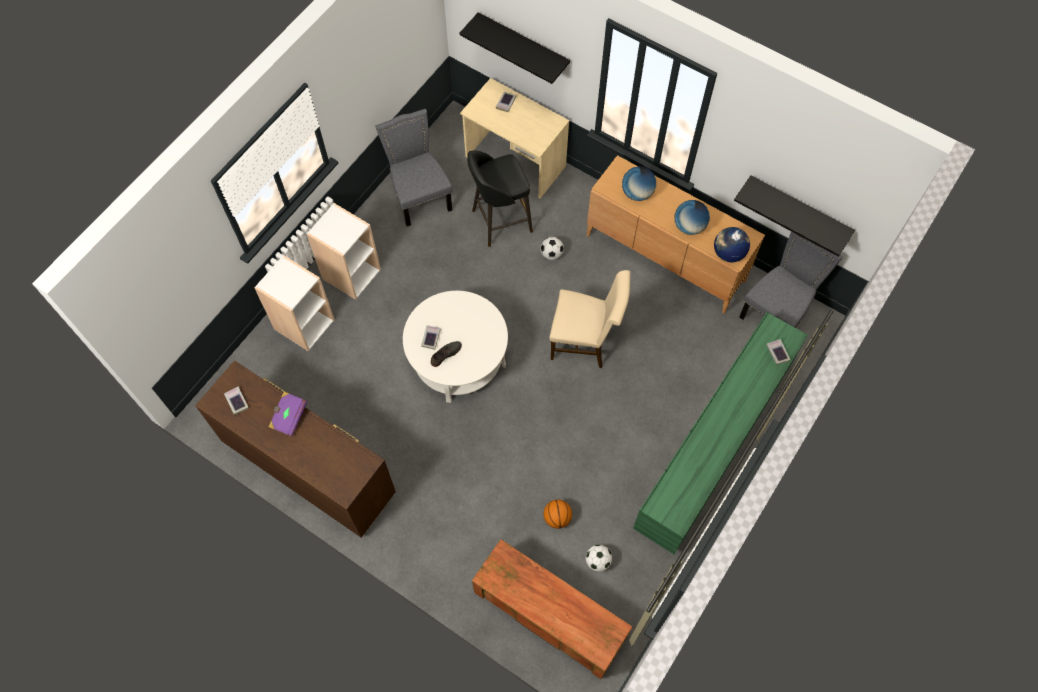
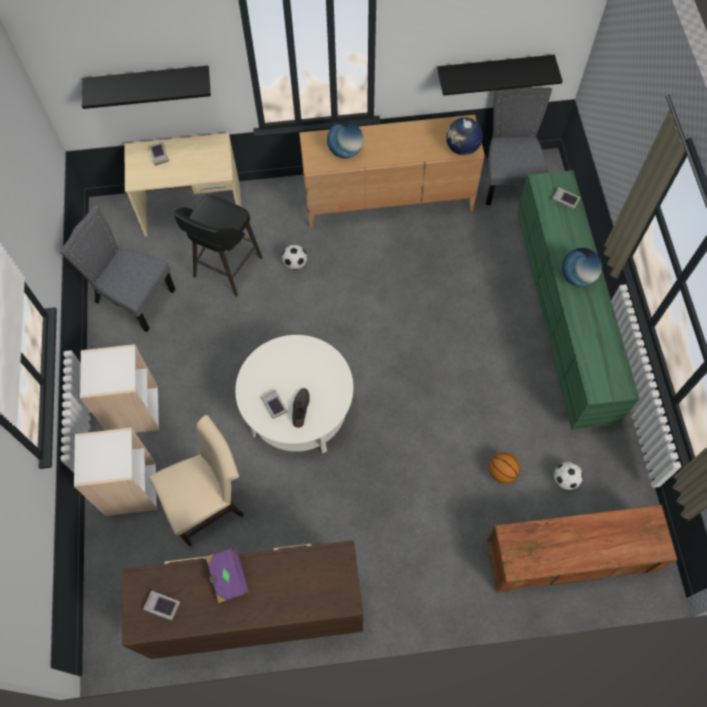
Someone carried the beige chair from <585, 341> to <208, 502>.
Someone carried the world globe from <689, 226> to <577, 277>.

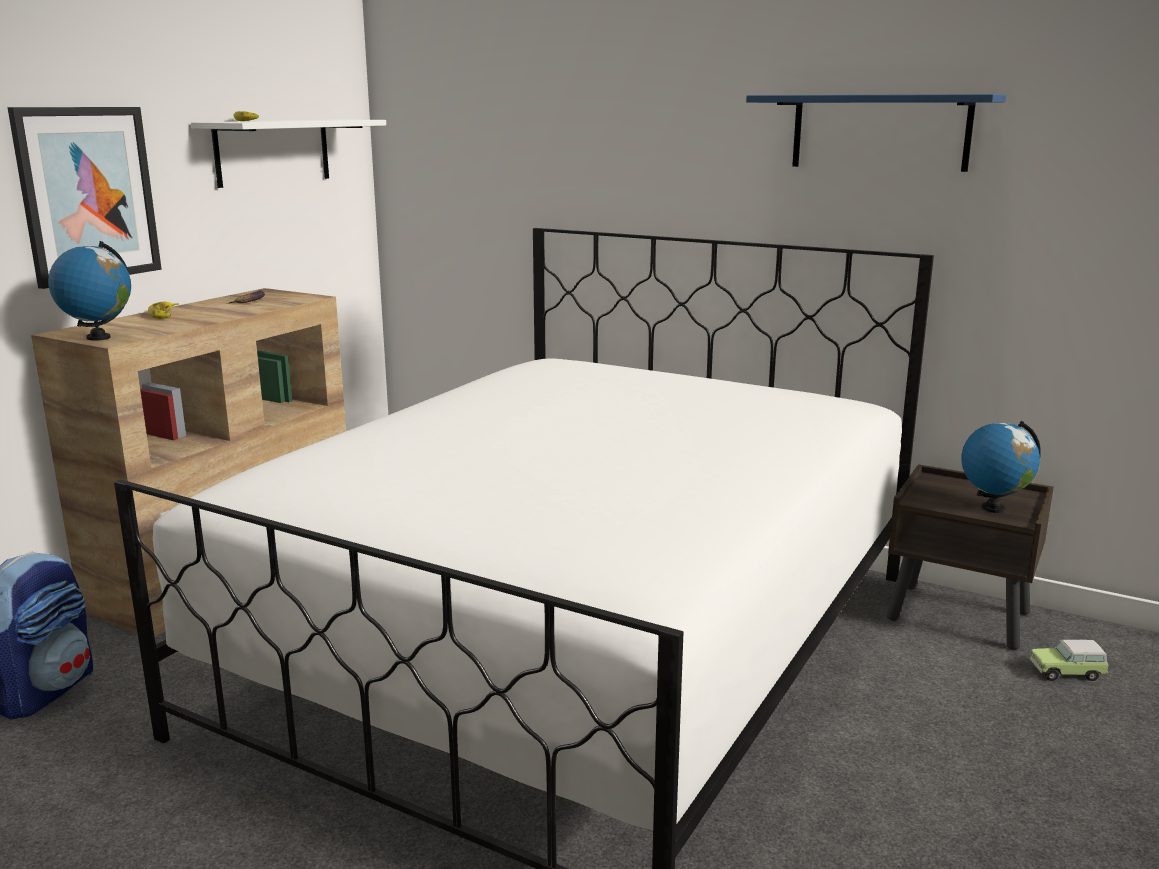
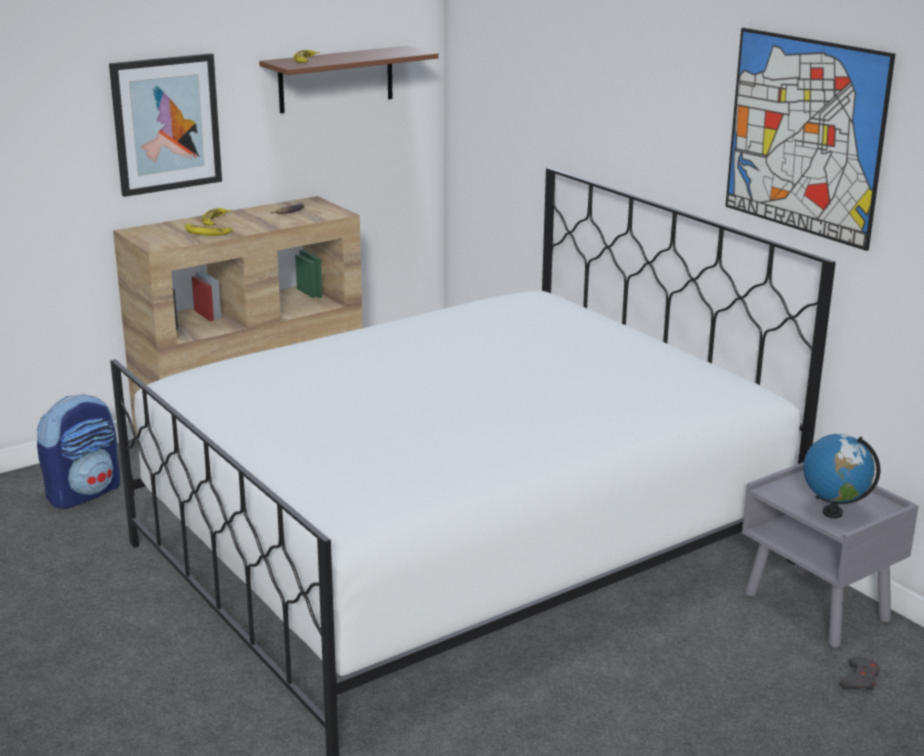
Someone put down the whole banana at <207, 233>.
Someone repainted the white-coloured wall shelf at <273, 152>, which became the brown-coloured wall shelf at <336, 79>.
Someone swapped the blue wall shelf at <880, 132> for the wall picture at <804, 136>.
Someone repainted the brown-coloured nightstand at <960, 616>, which became the gray nightstand at <818, 608>.
Someone swapped the model car at <1069, 673> for the gray game controller at <859, 679>.
Someone took away the world globe at <98, 338>.

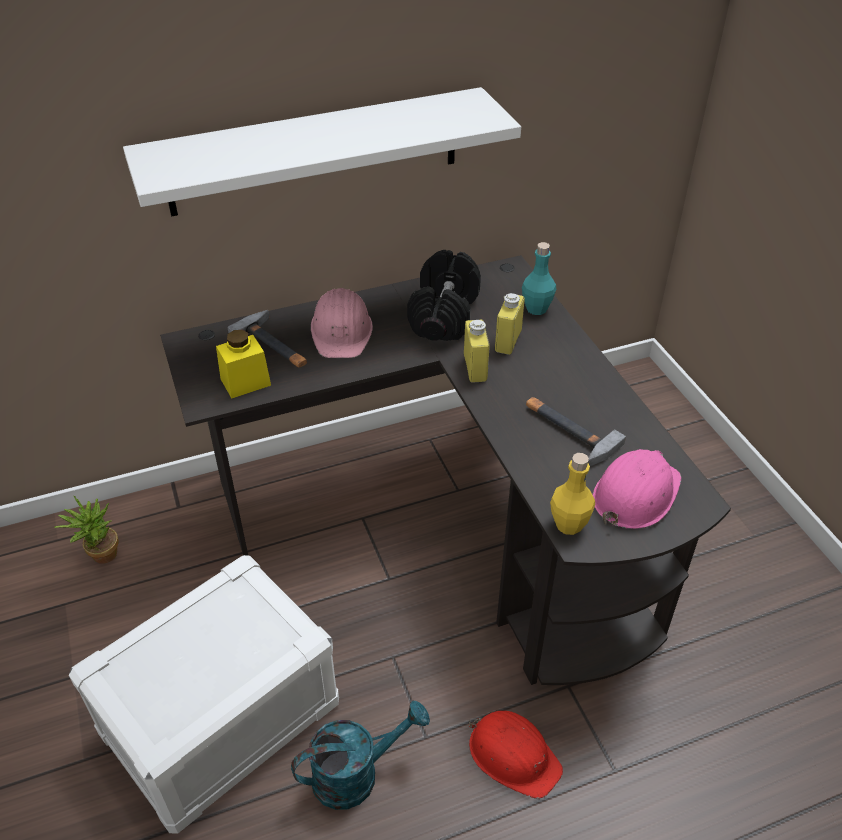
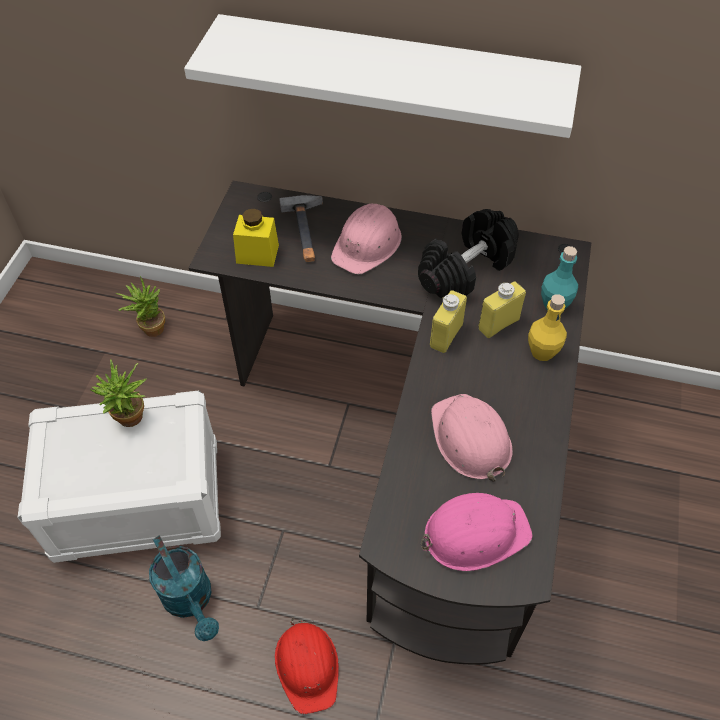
Someone put down the potted plant at <131, 421>.
Someone rotated the turquoise watering can at <356, 773> by 45 degrees clockwise.
Someone swapped the hand hammer at <566, 431> for the pink safety helmet at <470, 439>.
Someone carried the yellow bottle from <569, 524> to <542, 352>.

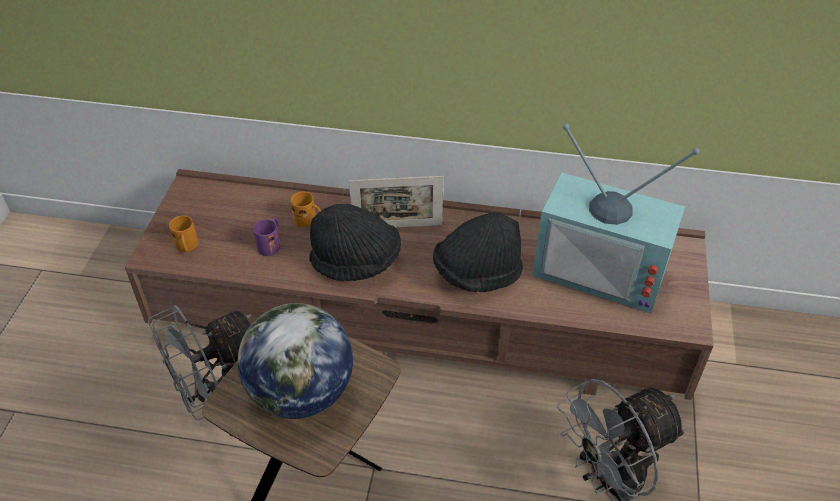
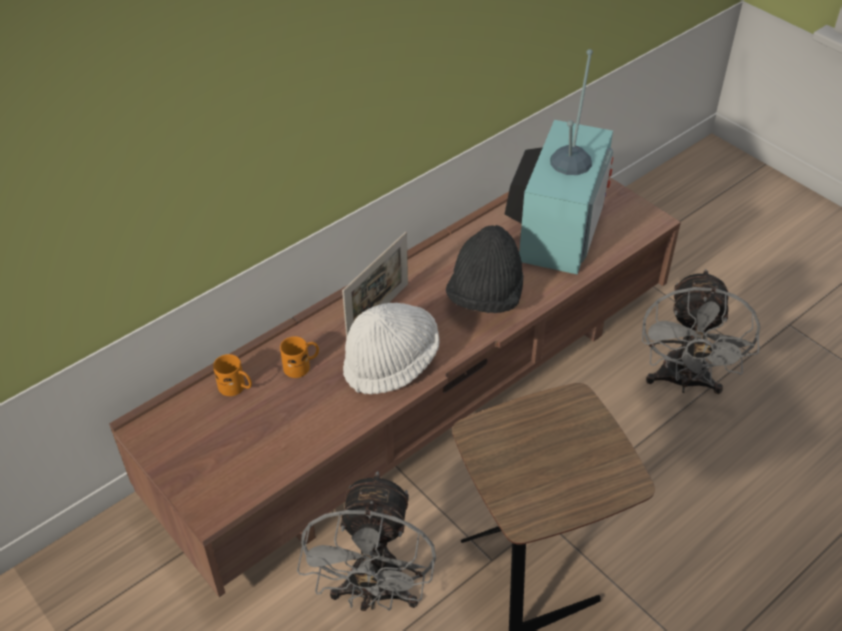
Someone carried the orange mug from <187, 247> to <236, 387>.
Someone repainted the black-coloured hat at <356, 262>, which became the white-coloured hat at <391, 363>.
Someone rotated the television at <602, 269> by 45 degrees counterclockwise.
Someone took away the world globe at <301, 393>.
Someone took away the purplish mug at <271, 244>.

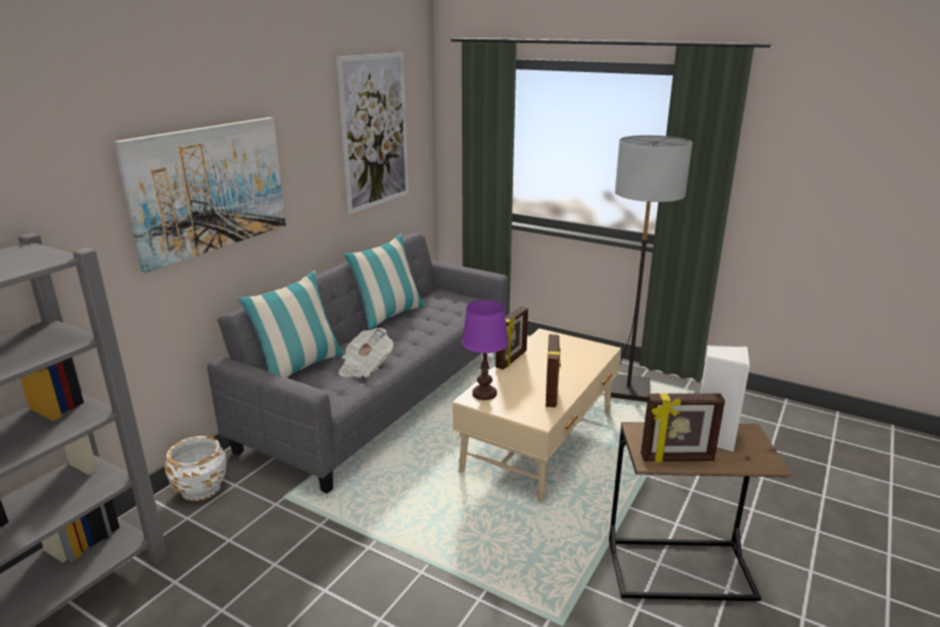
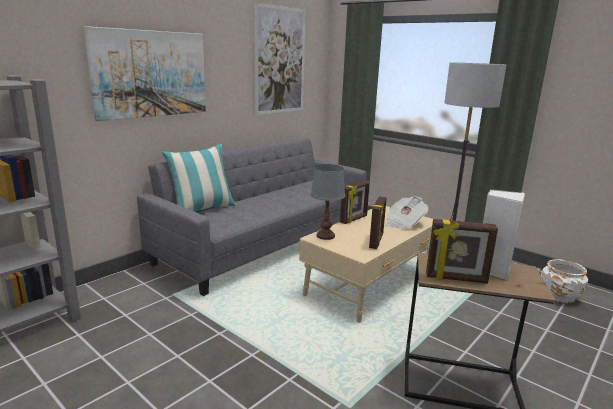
Someone repainted the purplish tabletop lamp at <485, 393>, which became the gray tabletop lamp at <326, 236>.
Someone carried the newspaper from <365, 367> to <404, 223>.
Someone carried the white-coloured plant pot from <201, 488> to <559, 296>.
Someone took away the cushion at <389, 315>.

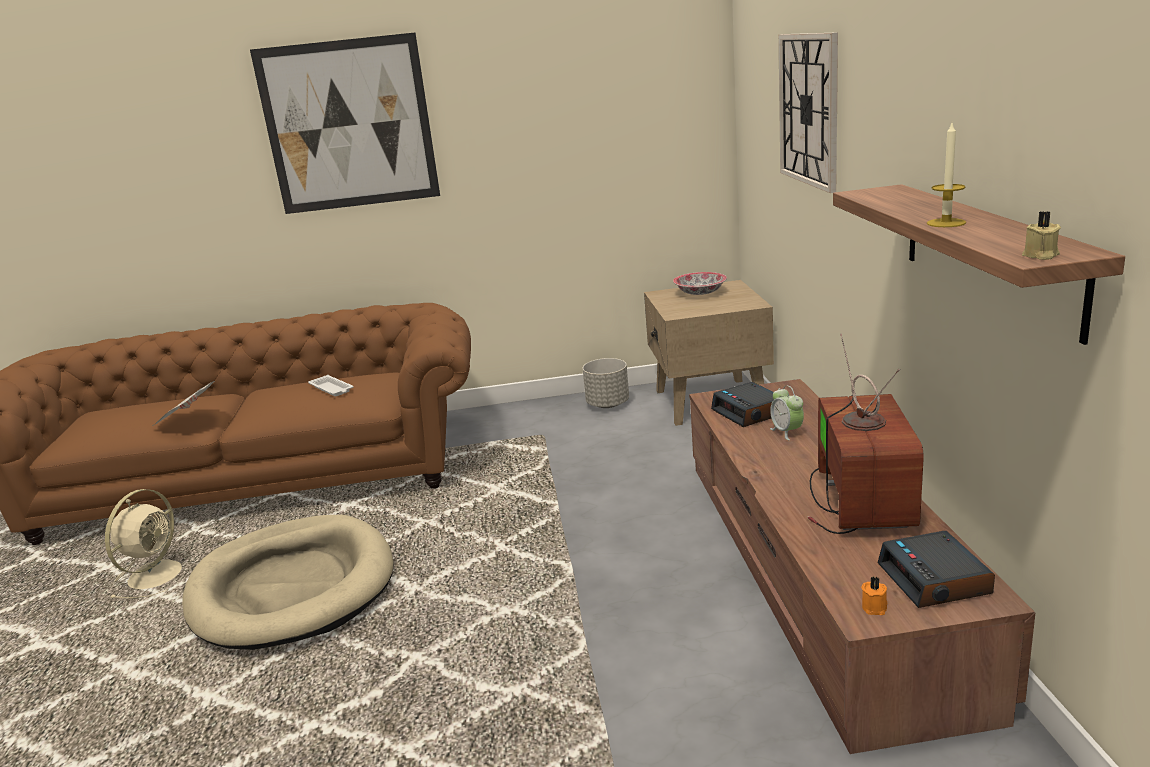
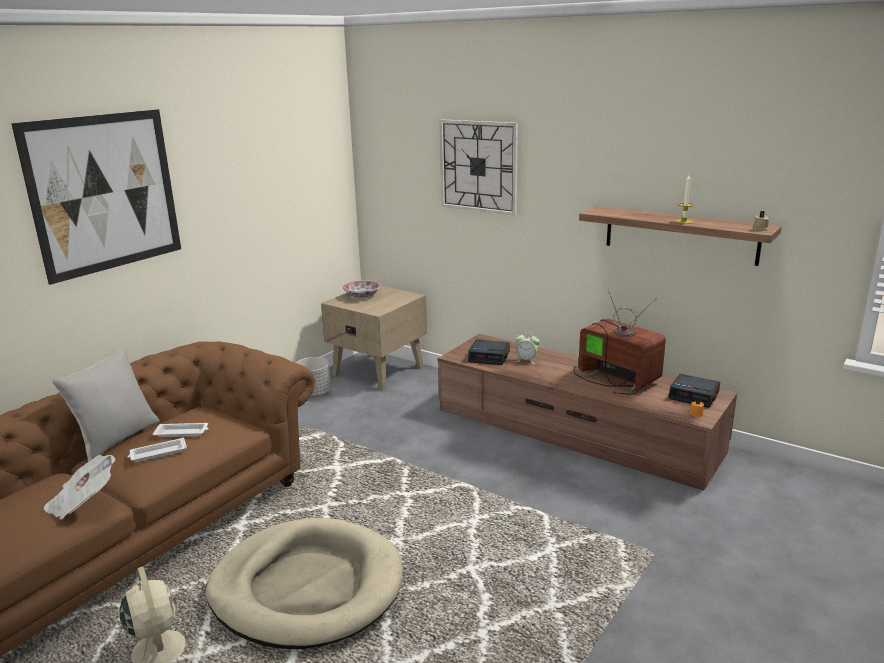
Someone put down the gray cushion at <116, 439>.
Someone put down the white-coloured serving tray at <157, 453>.

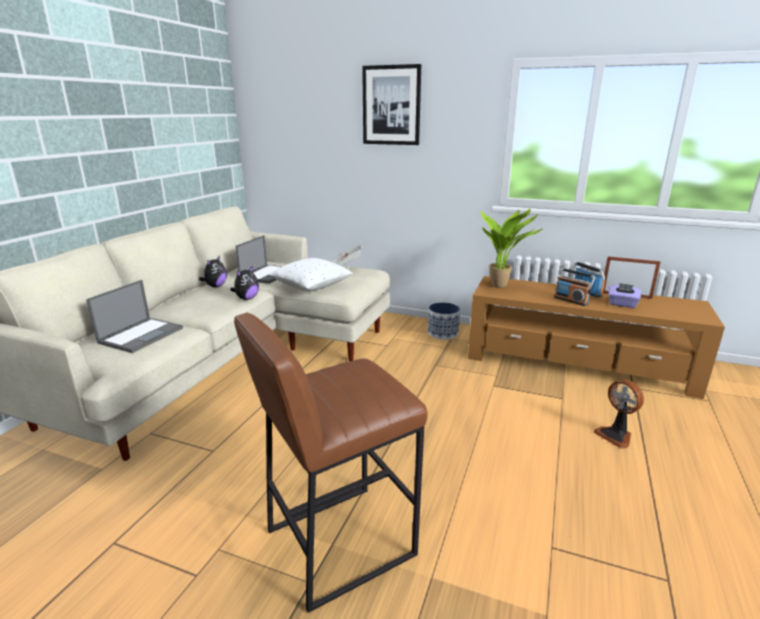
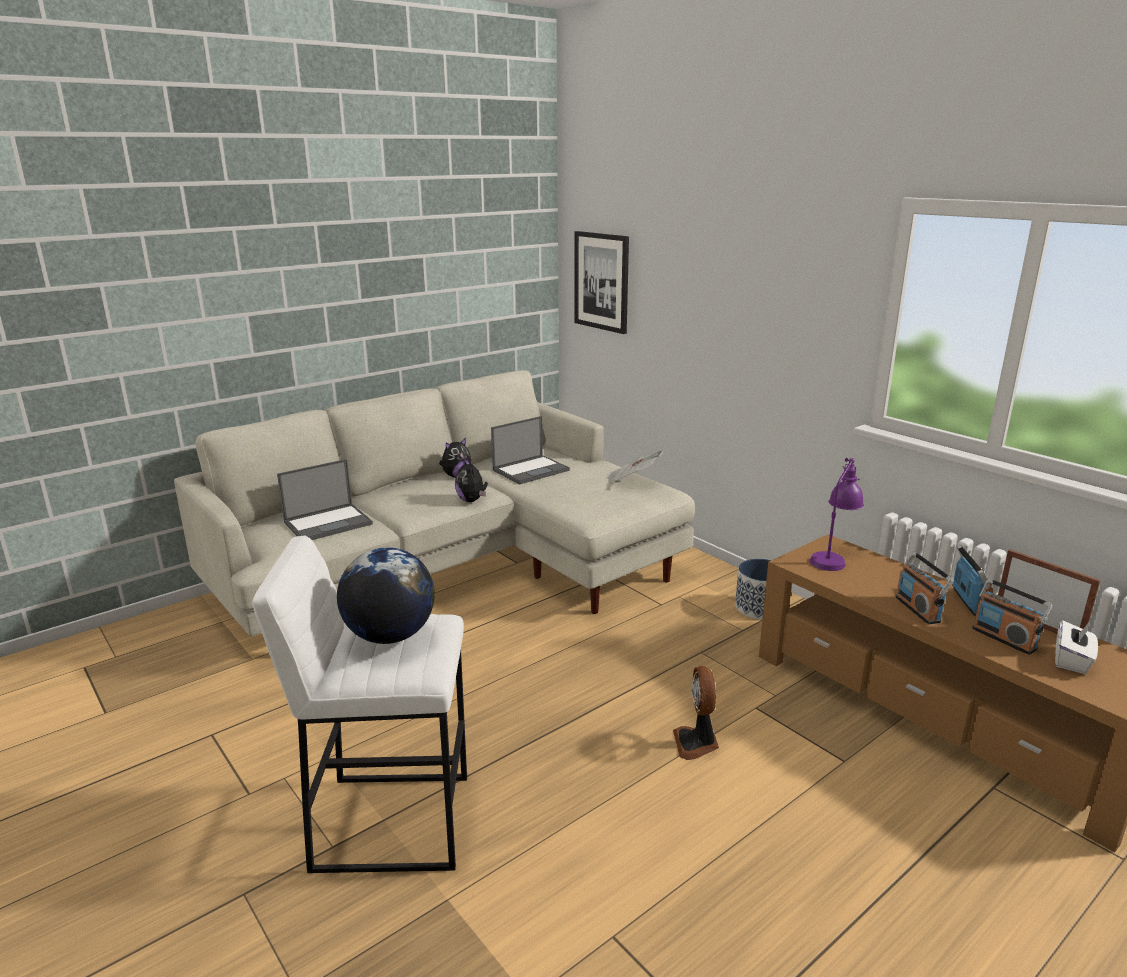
Someone repainted the brown-coloured sitting stool at <338, 543>, which became the white-coloured sitting stool at <389, 821>.
Someone put down the world globe at <390, 636>.
Someone rotated the plush toy at <246, 298> by 90 degrees clockwise.
Someone carried the wall picture from <391, 105> to <602, 281>.
Someone carried the fan from <615, 435> to <696, 743>.
Someone swapped the potted plant at <501, 286> for the purplish tabletop lamp at <832, 557>.
Someone swapped the purplish box of tissues at <622, 304> for the radio receiver at <1004, 639>.
Someone put down the white-coloured box of tissues at <1071, 660>.
Someone took away the white-coloured cushion at <311, 286>.

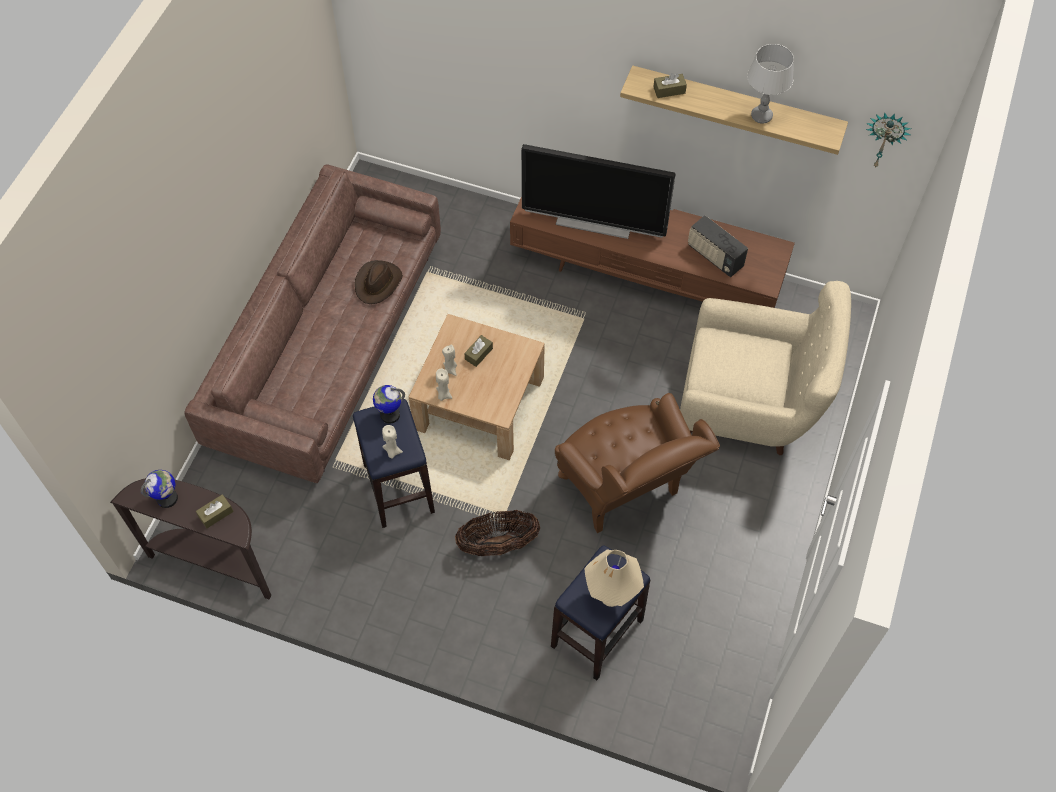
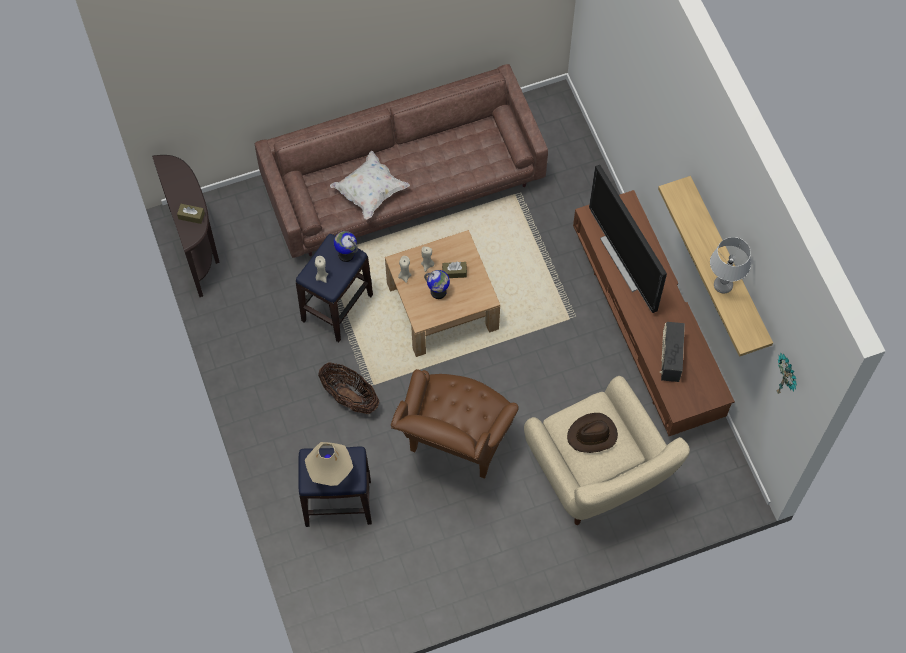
Someone put down the white-coloured cushion at <370, 192>.
Someone carried the world globe from <167, 498> to <438, 292>.
Someone carried the brown-coloured hat from <378, 283> to <592, 435>.
Someone took away the brown-coloured box of tissues at <669, 90>.

